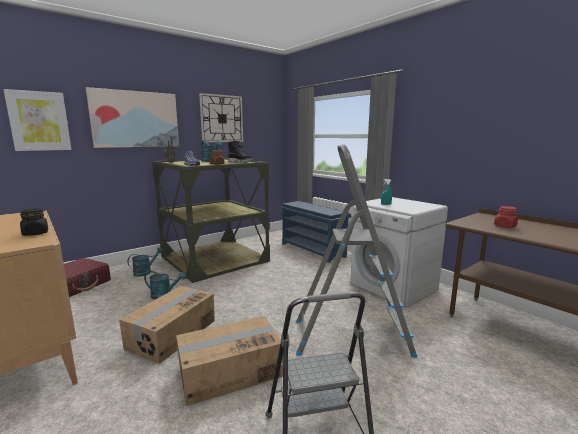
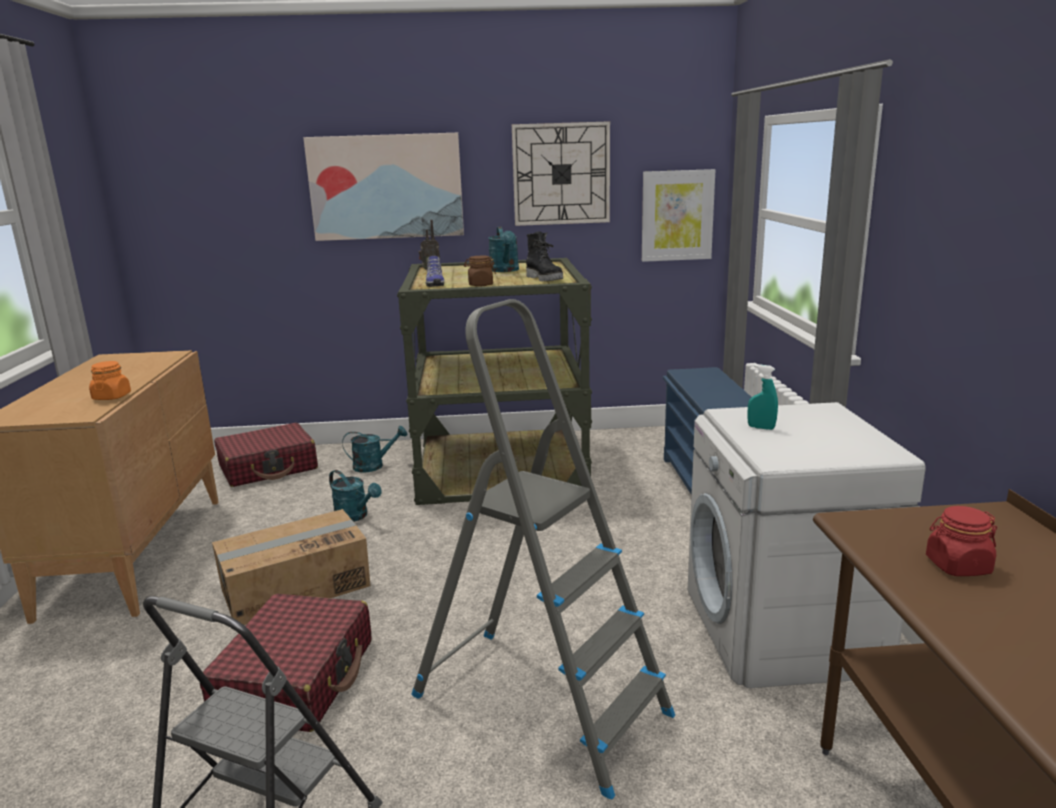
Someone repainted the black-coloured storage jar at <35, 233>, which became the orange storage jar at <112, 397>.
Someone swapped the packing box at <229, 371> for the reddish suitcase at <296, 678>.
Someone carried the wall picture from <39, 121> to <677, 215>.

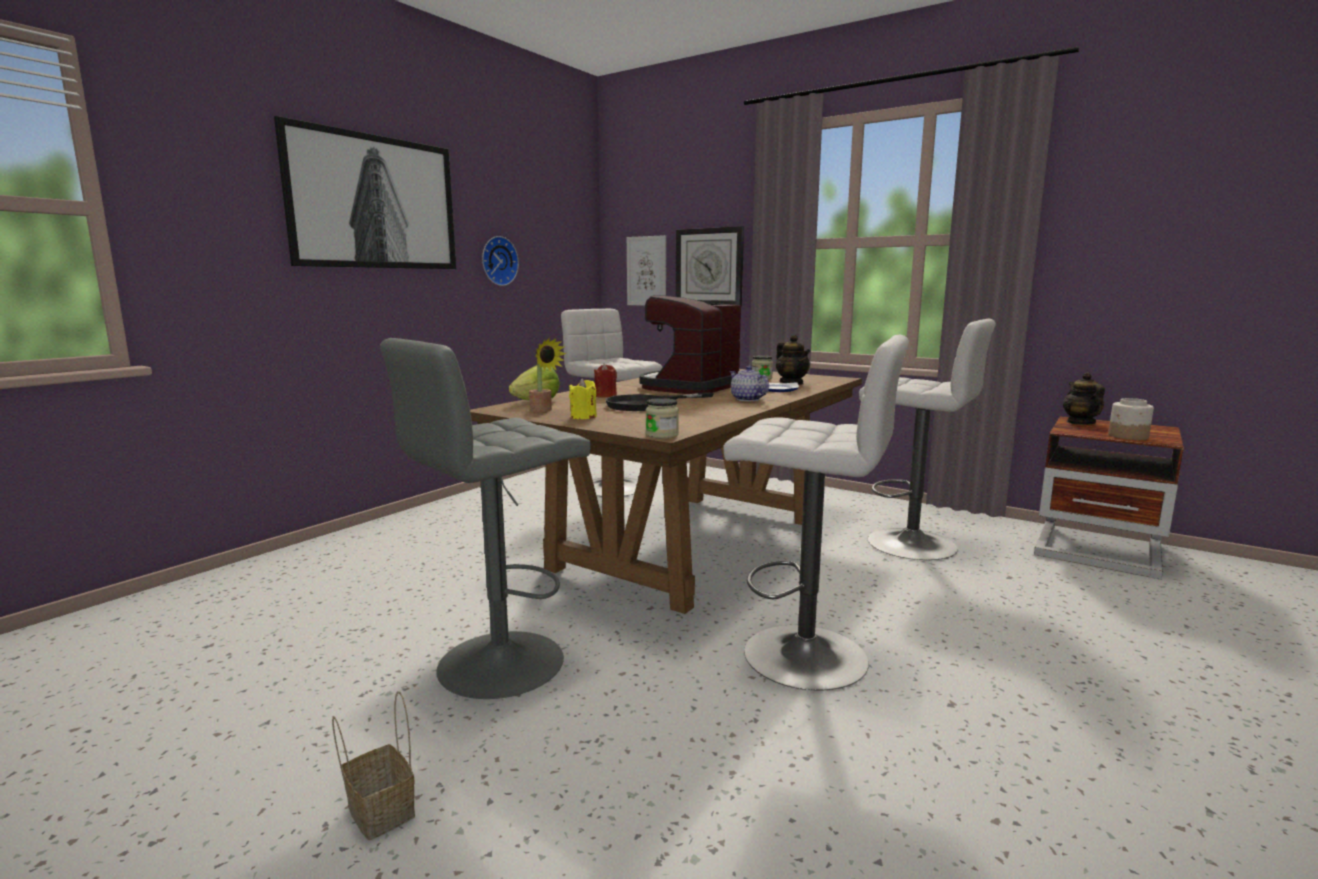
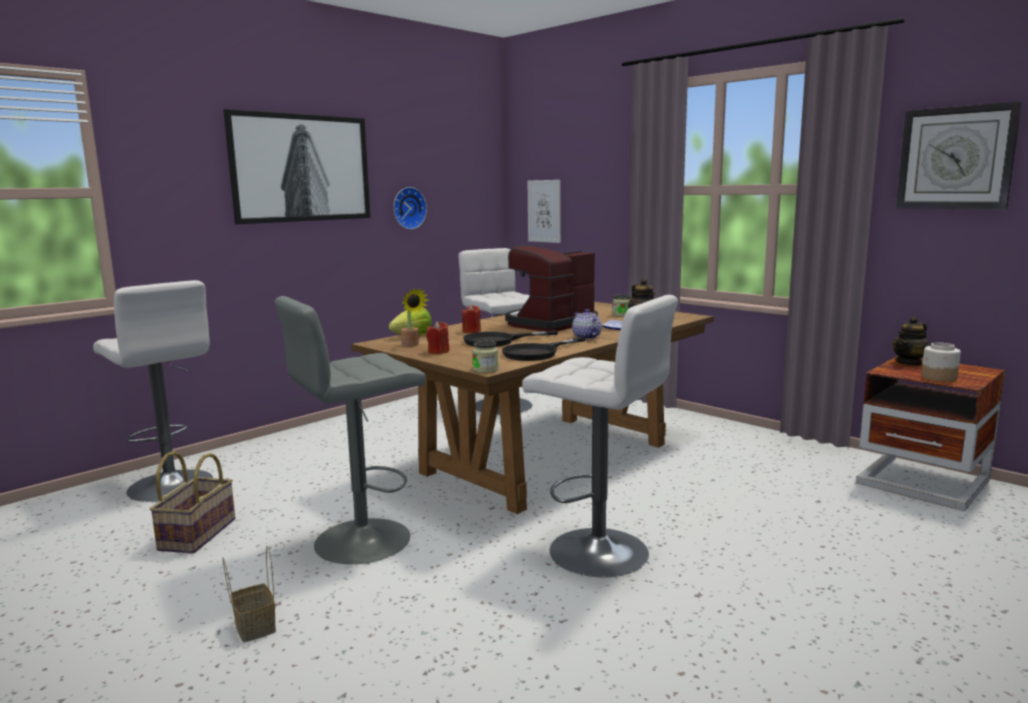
Someone carried the white-coloured sitting stool from <912, 544> to <170, 486>.
Someone put down the household basket at <197, 534>.
Someone repainted the yellow wax light at <583, 417>, which became the reddish wax light at <438, 352>.
Someone put down the black-coloured pan at <537, 353>.
Someone rotated the teapot at <1080, 423> by 135 degrees counterclockwise.
Someone carried the hanging clock from <709, 267> to <955, 158>.

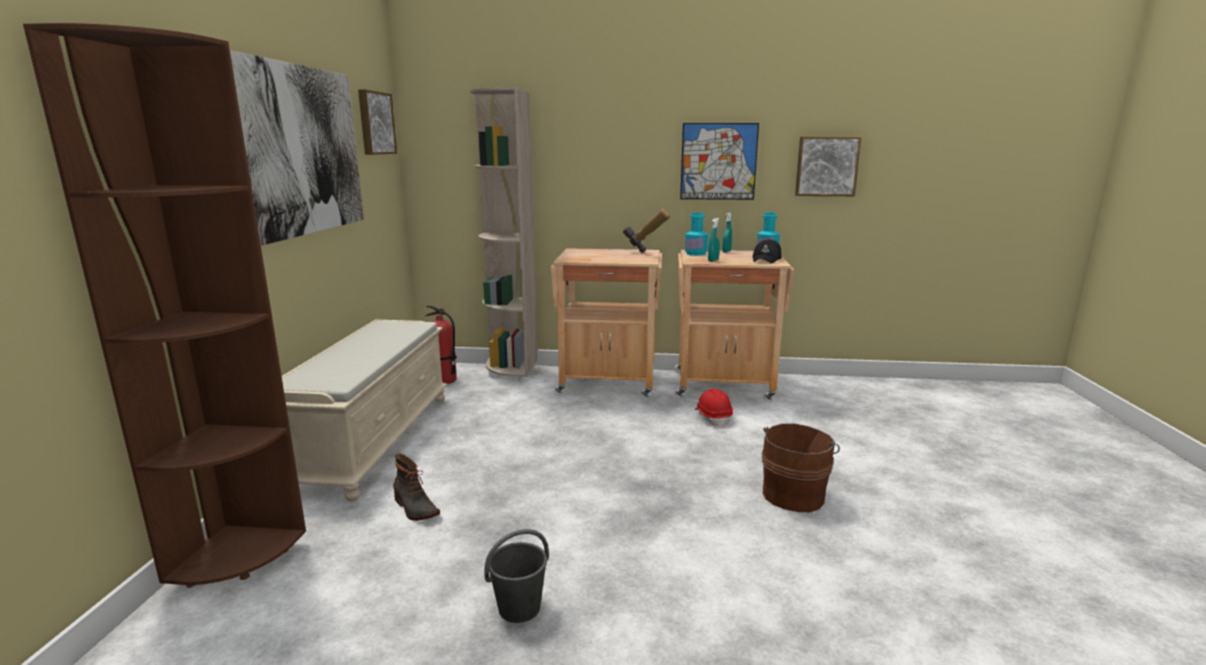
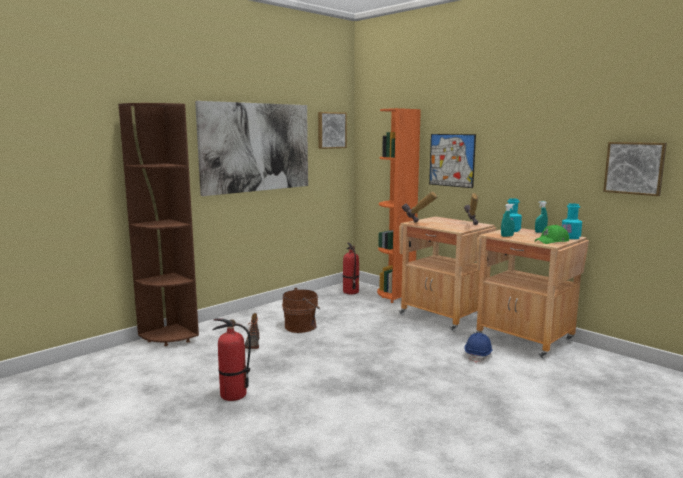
Someone swapped the gray bucket at <518, 608> for the extinguisher at <233, 395>.
Someone carried the brown-coloured bucket from <794, 494> to <302, 326>.
Someone repainted the beige shelving unit at <510, 373>, which became the orange shelving unit at <392, 297>.
Someone put down the hand hammer at <418, 225>.
Someone carried the wall picture from <718, 161> to <452, 160>.
Someone repainted the reddish safety helmet at <713, 417>, which became the blue safety helmet at <478, 355>.
Someone repainted the black-coloured peaked cap at <767, 260>, which became the greenish peaked cap at <552, 241>.
Someone took away the beige long seat at <372, 439>.

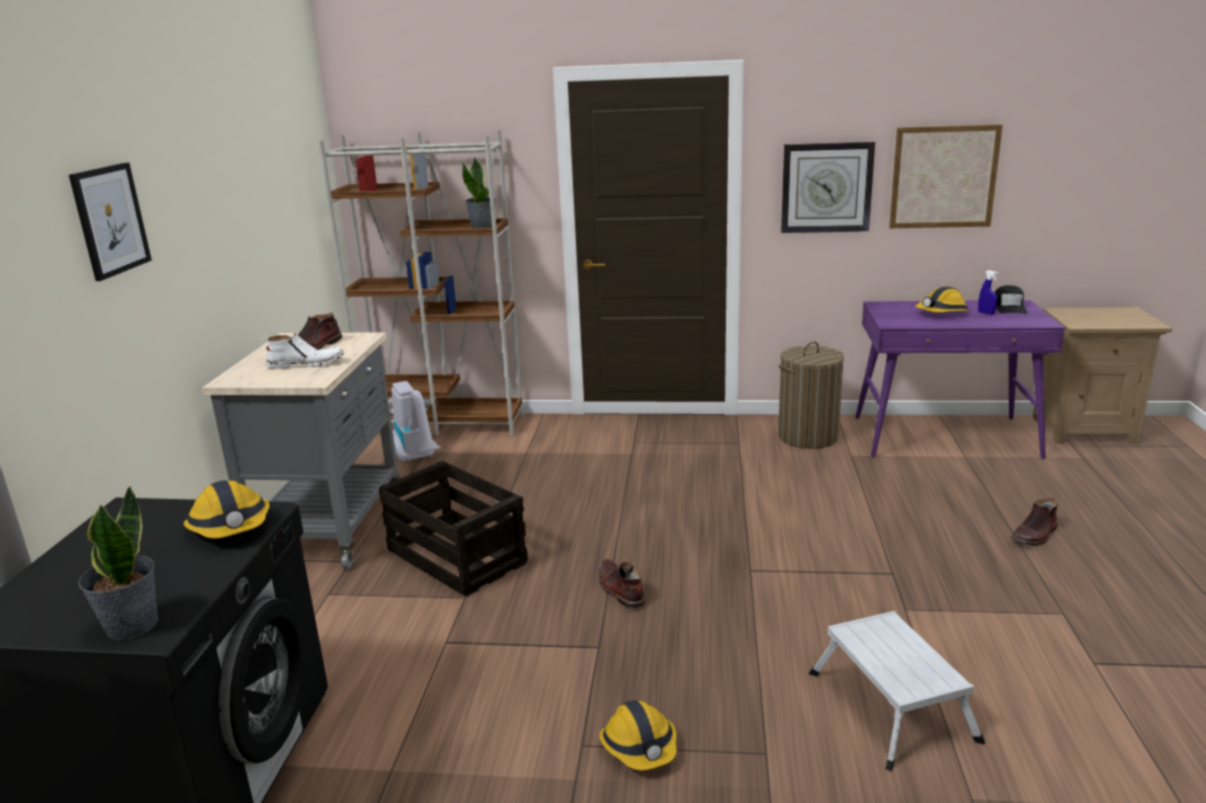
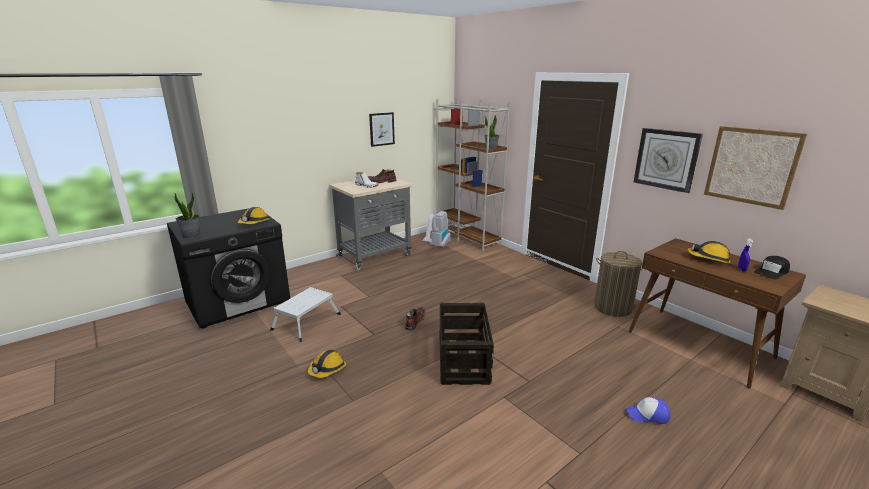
Someone carried the white-coloured step stool from <892, 706> to <306, 322>.
Someone carried the wall picture from <110, 220> to <381, 129>.
Someone carried the packing crate from <458, 557> to <463, 360>.
Someone swapped the brown-coloured boot at <1034, 535> for the peaked cap at <647, 415>.
Someone repainted the purplish desk table at <945, 437>, which became the brown-coloured desk table at <699, 345>.

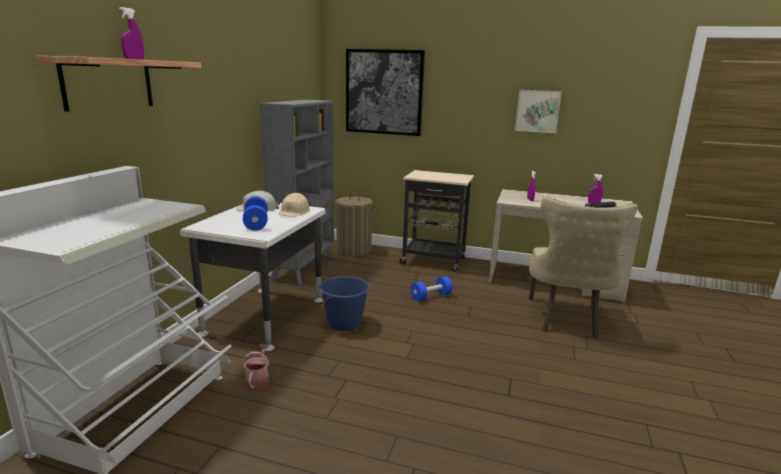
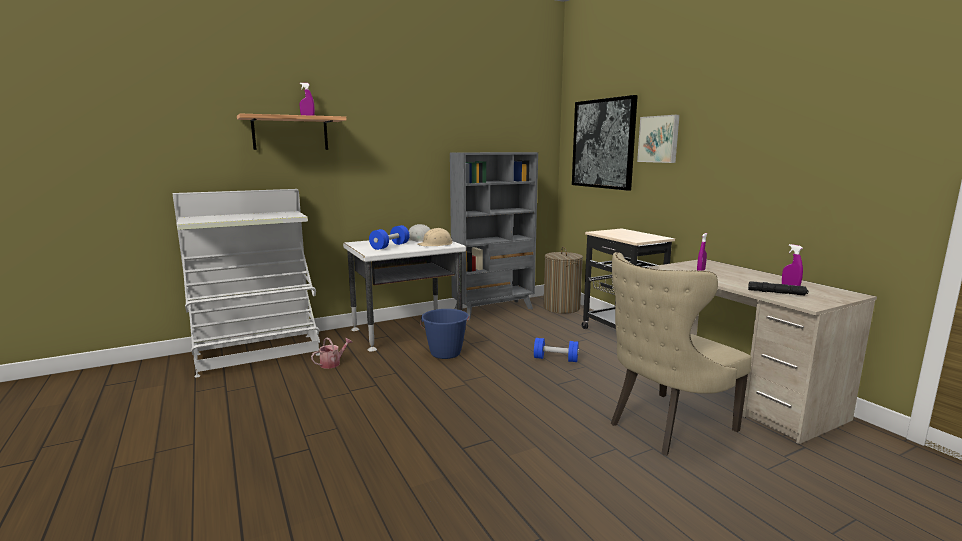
Someone carried the wall picture from <537, 111> to <659, 139>.

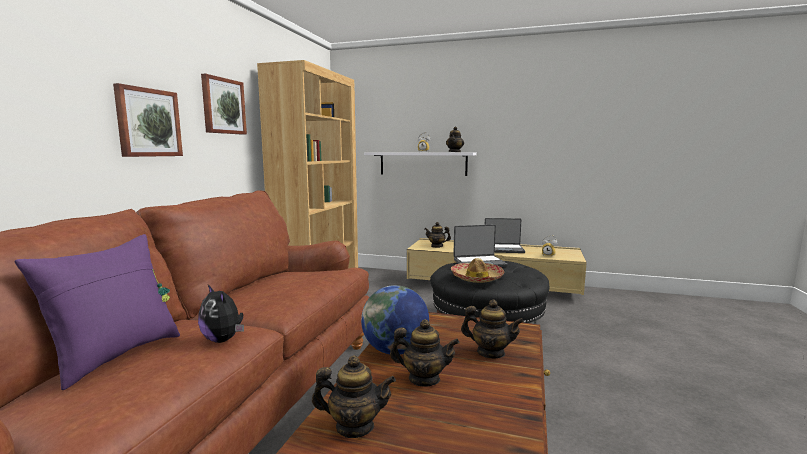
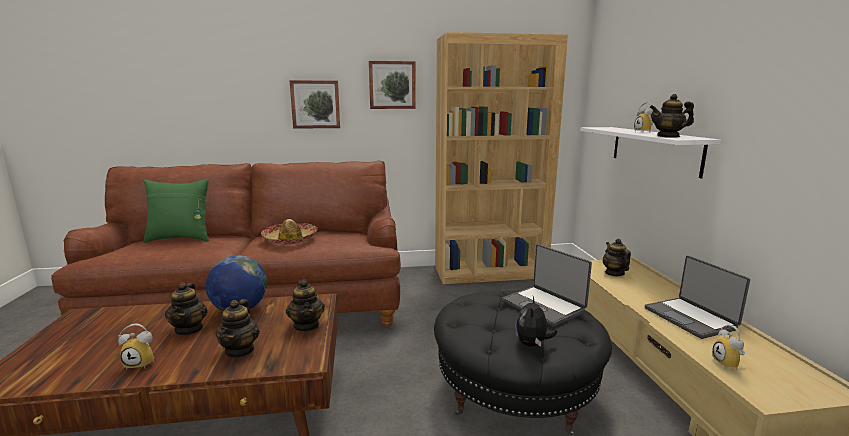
Someone put down the table clock at <143, 363>.
Someone repainted the purplish cushion at <116, 357>, which became the greenish cushion at <180, 239>.
Someone carried the hat from <476, 278> to <290, 239>.
Someone carried the teapot from <354, 426> to <307, 325>.
Someone carried the plush toy from <223, 339> to <532, 344>.

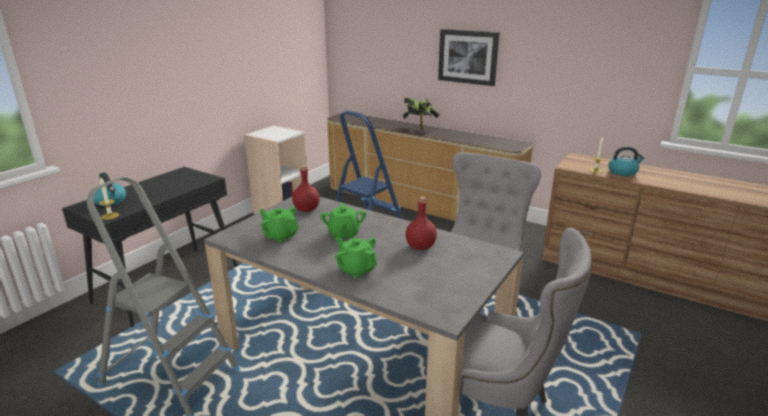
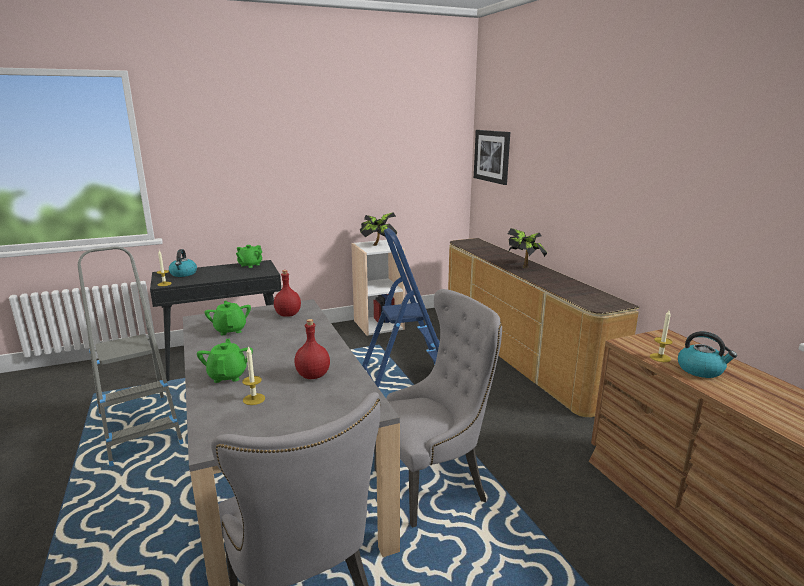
Someone carried the greenish teapot from <343, 234> to <250, 265>.
Someone put down the wax light at <254, 399>.
Someone put down the potted plant at <379, 245>.
Someone carried the wall picture from <468, 57> to <492, 156>.

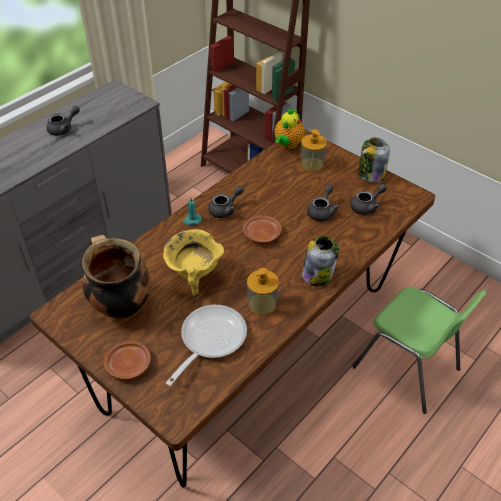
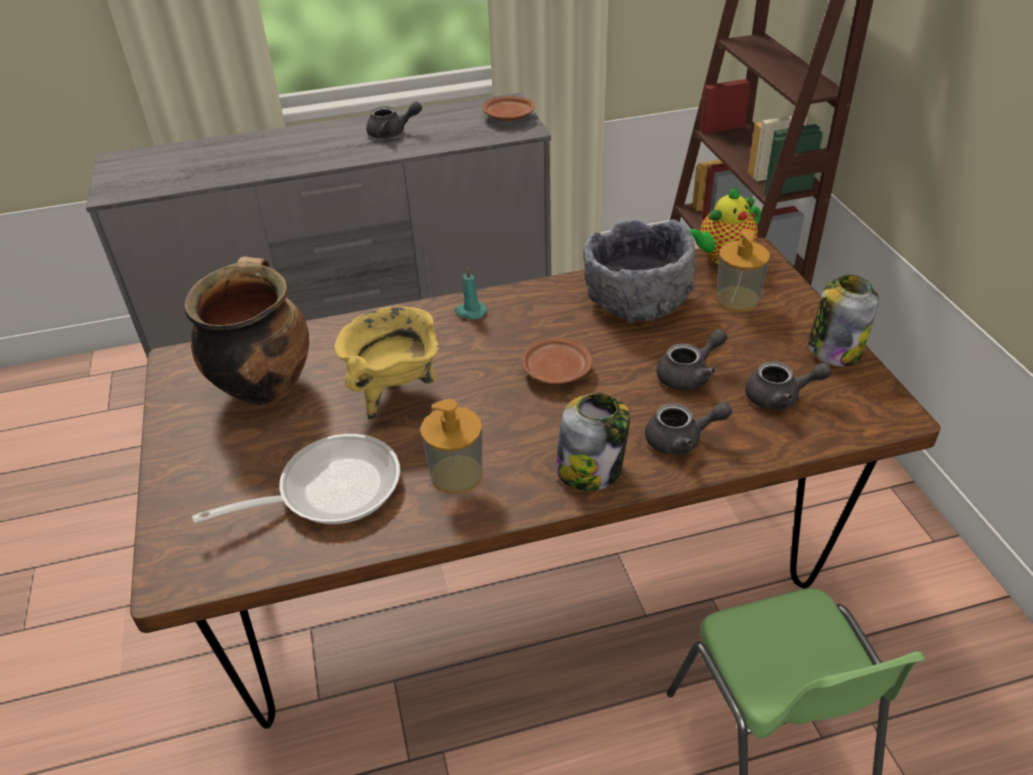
Someone carried the brown-coloured dinner plate from <129, 365> to <509, 117>.
Someone put down the gray deep dish at <636, 300>.
Someone carried the gray teapot from <225, 209> to <681, 440>.

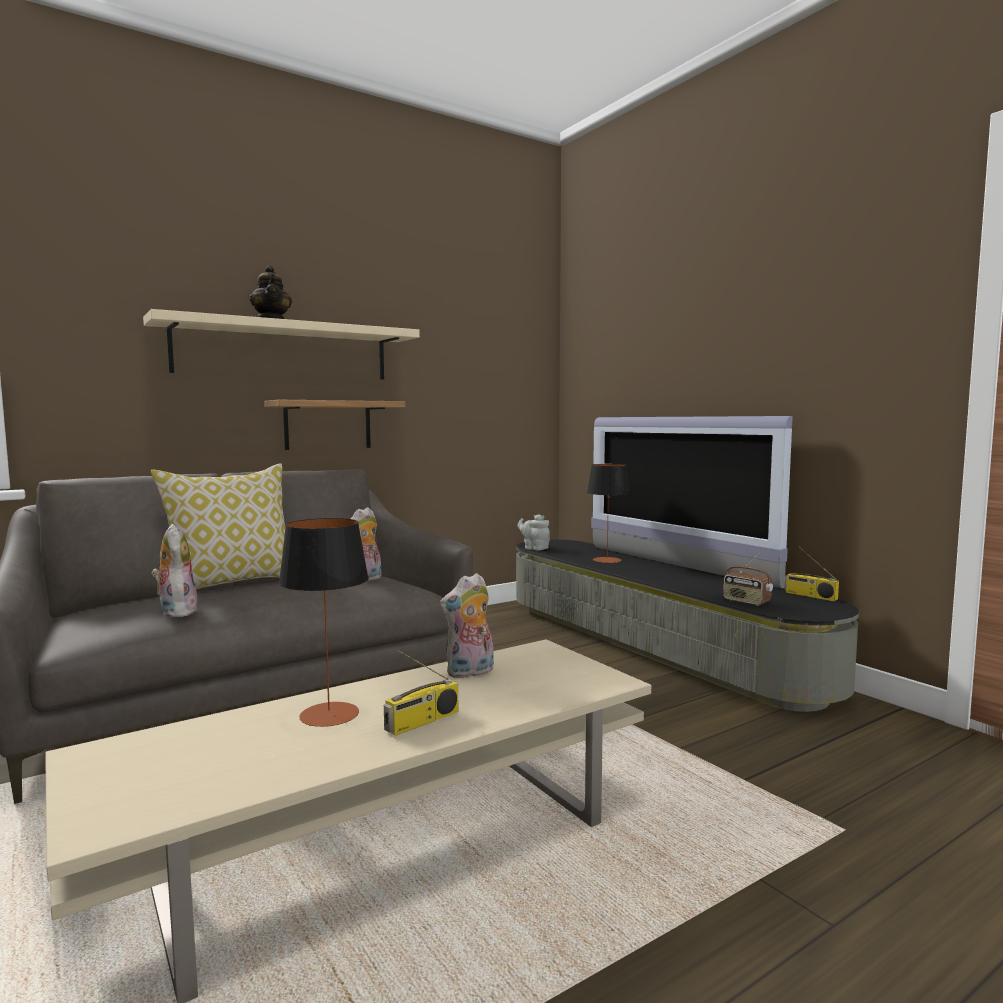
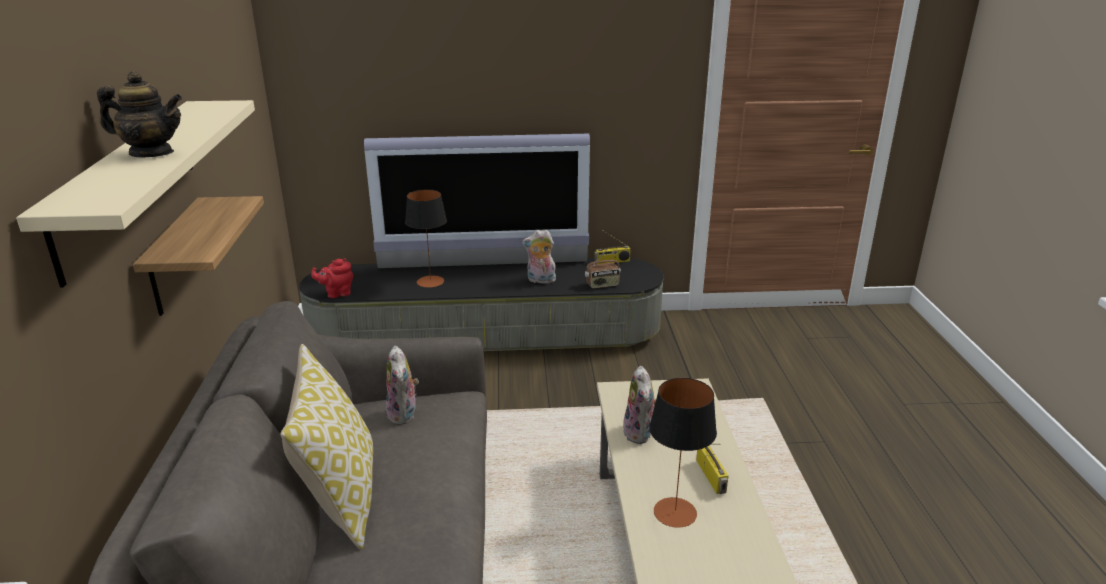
Someone repainted the gray teapot at <534, 548>, which became the reddish teapot at <337, 293>.
Someone carried the plush toy from <176, 611> to <540, 280>.

